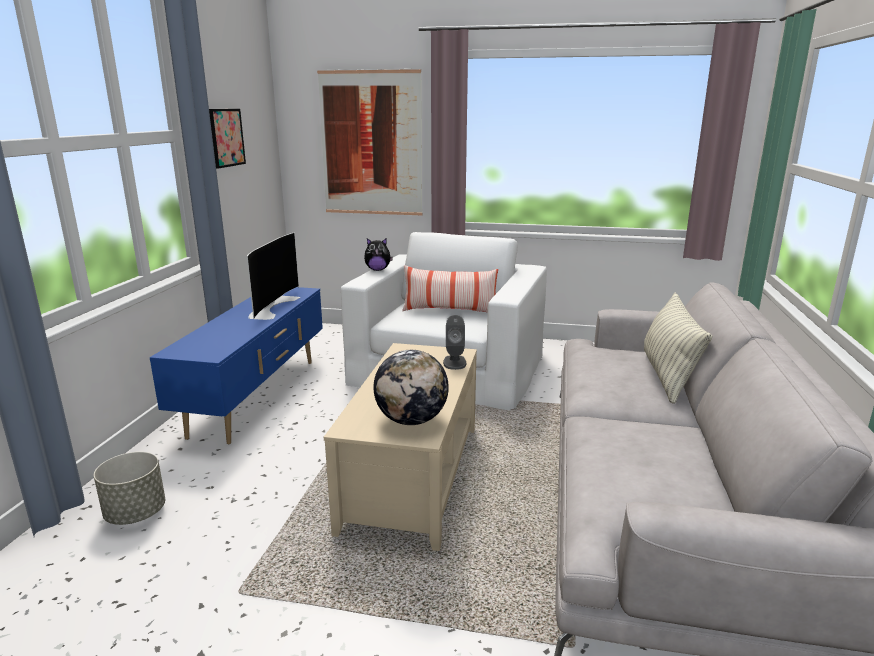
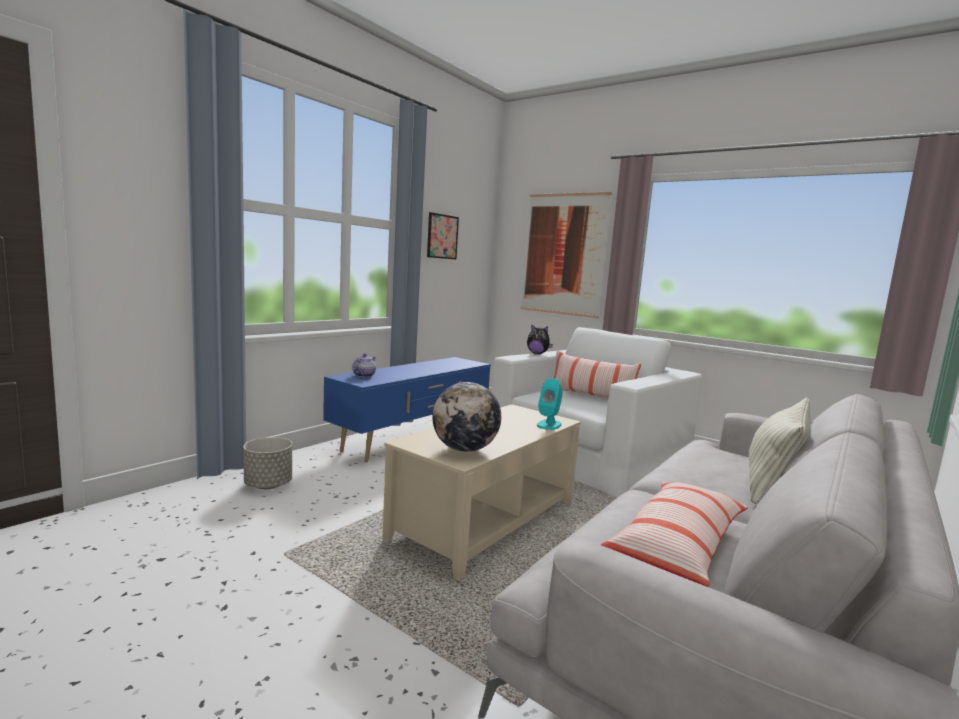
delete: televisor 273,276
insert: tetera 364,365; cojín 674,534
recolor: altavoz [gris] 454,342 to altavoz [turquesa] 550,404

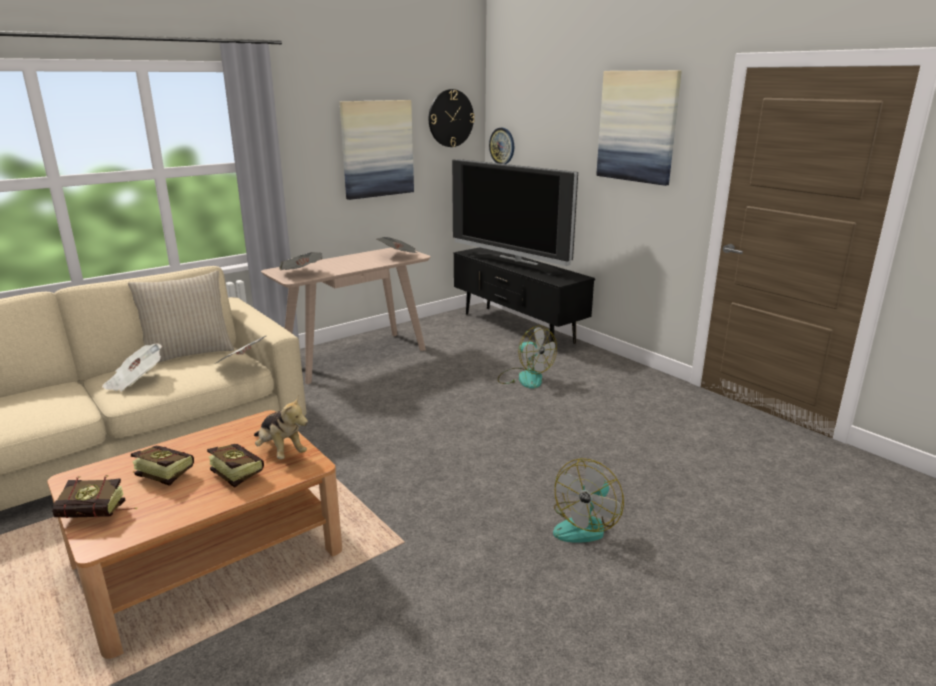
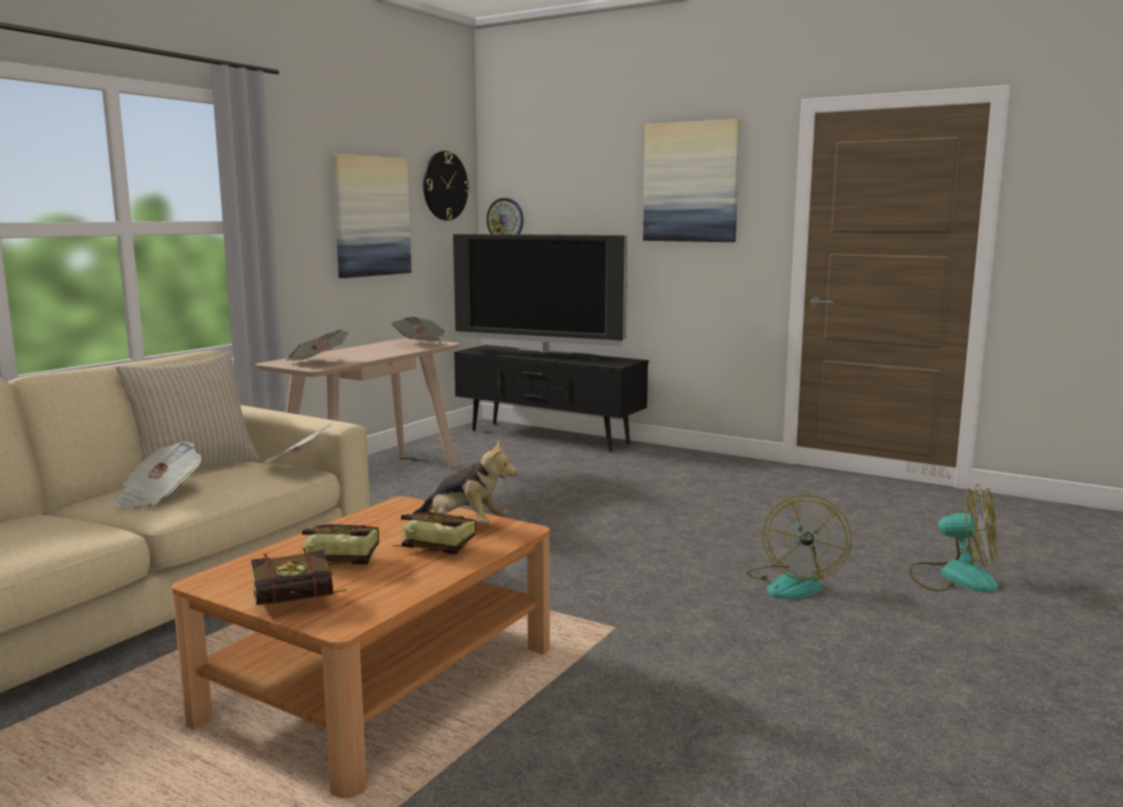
move: ventilador 527,357 to 953,538

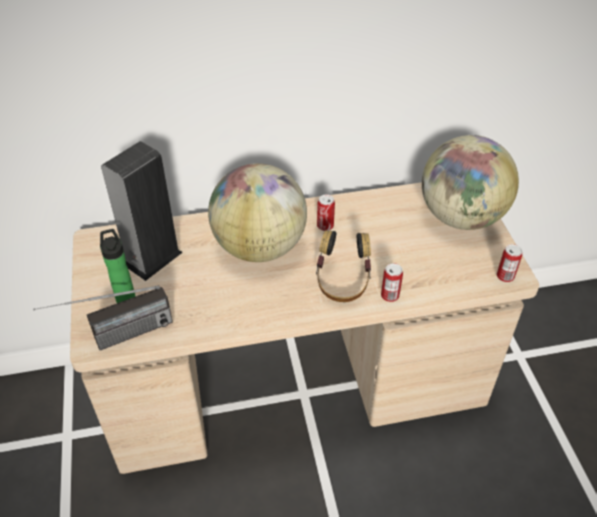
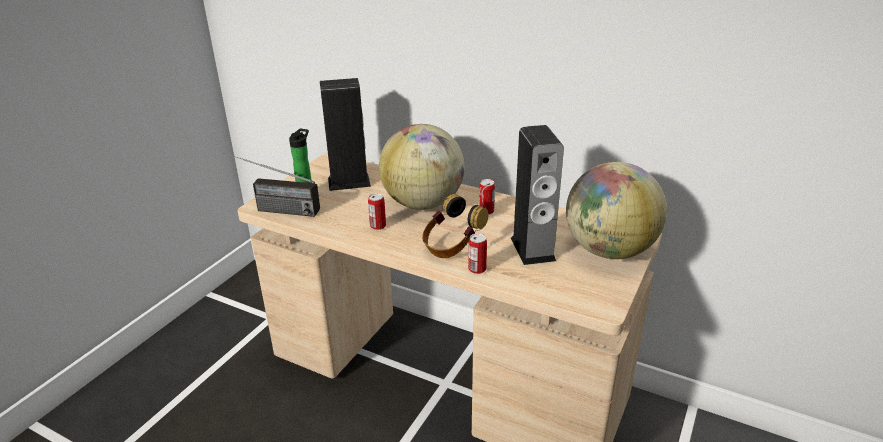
insert: altavoz 537,195
move: lata 509,263 to 377,211

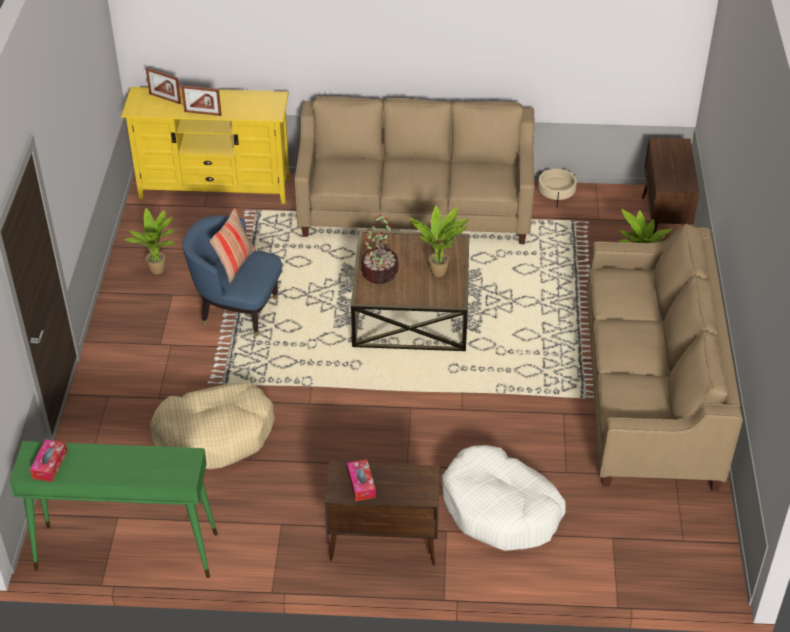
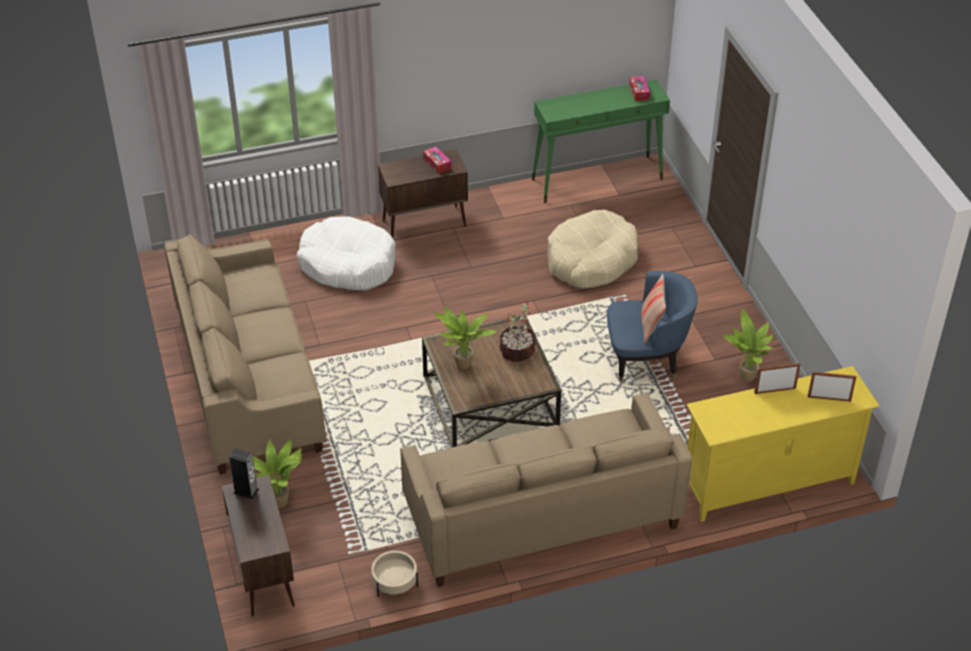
insert: altavoz 244,473

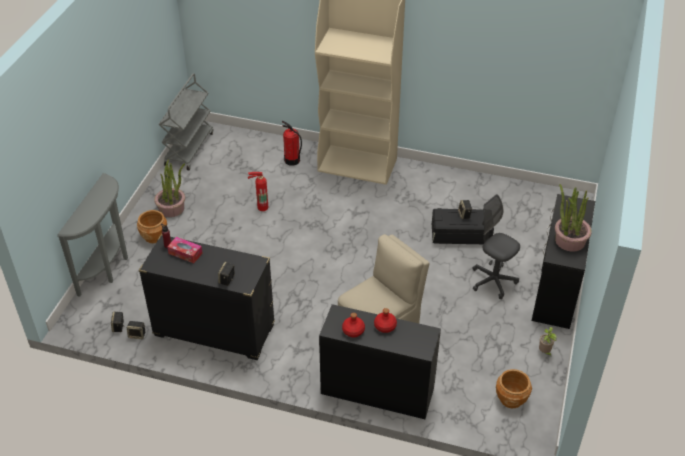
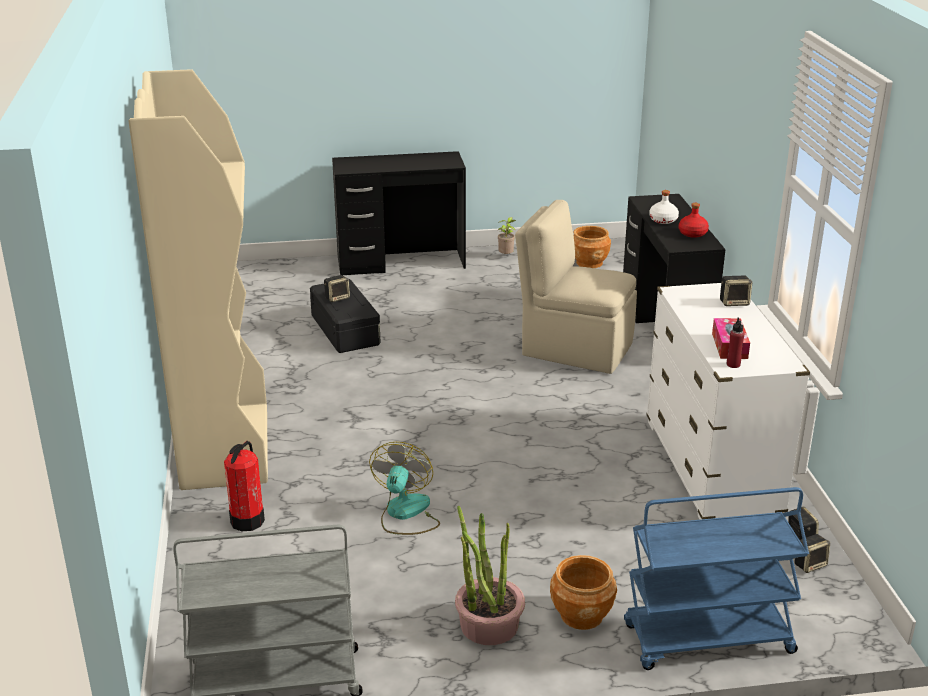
delete: planta en maceta 573,218; silla de oficina [gris] 496,246
replace: extintor 258,191 to ventilador 404,488; mesa consola [gris] 92,235 to carrito [azul] 716,578
recolor: cómoda [negro] 207,297 to cómoda [blanco] 728,401; botella [rojo] 385,320 to botella [blanco] 664,207

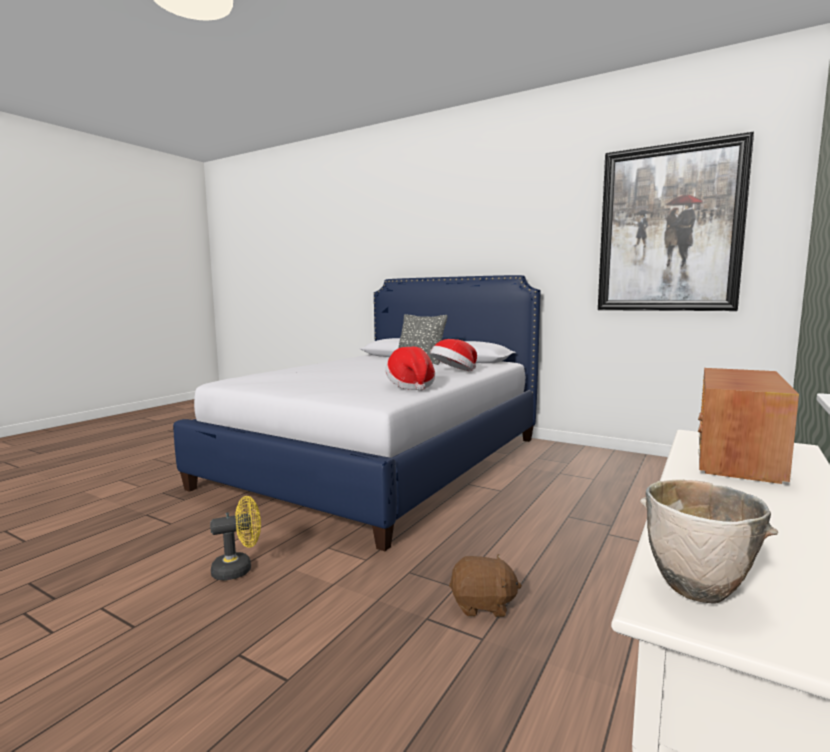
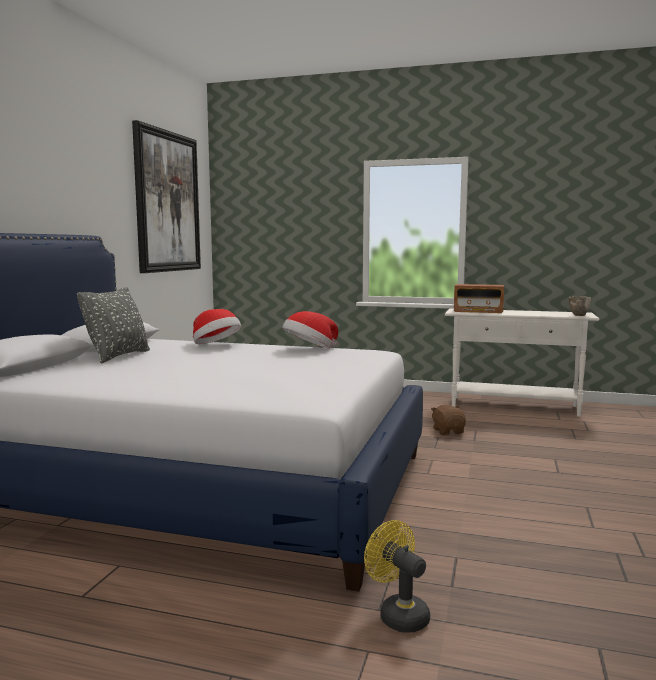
move: ventilador [amarillo] 235,538 to 397,576

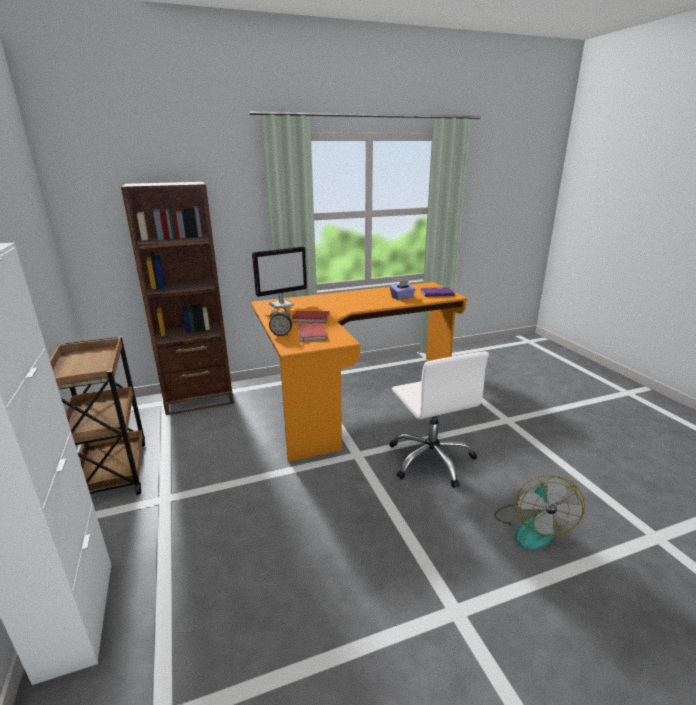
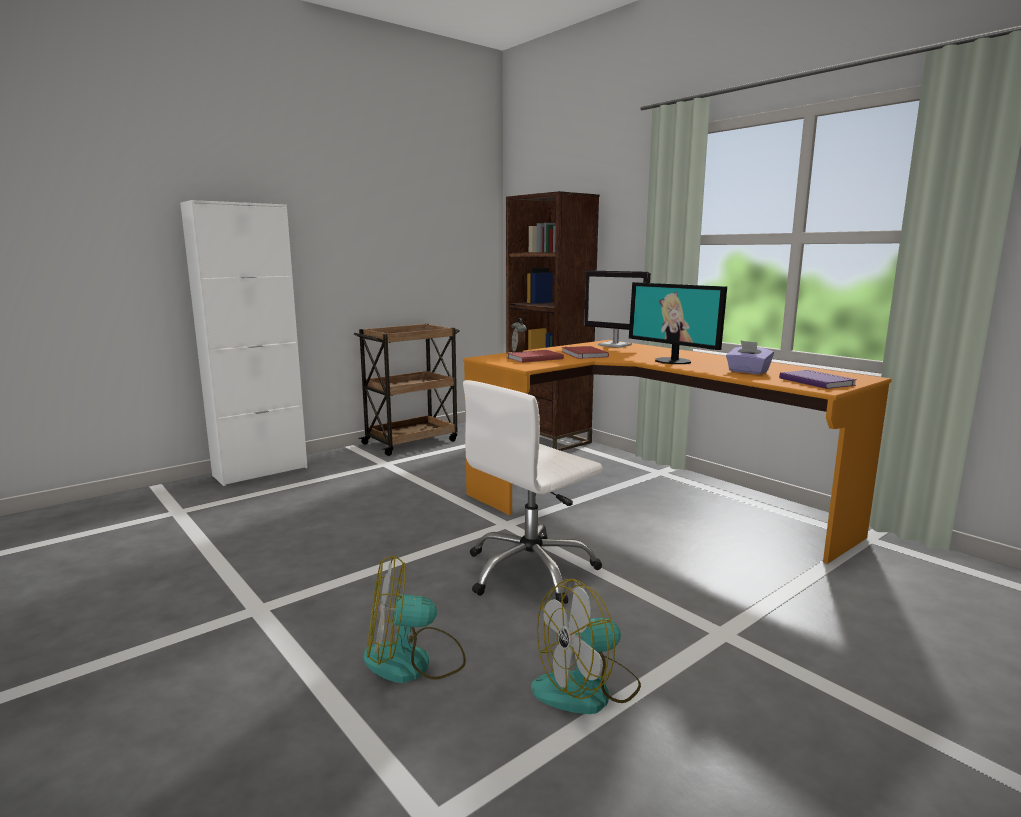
insert: monitor 678,323; ventilador 586,646

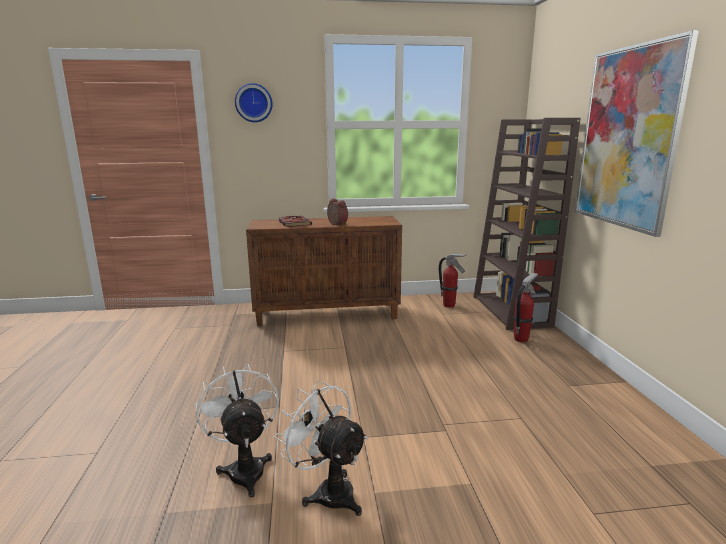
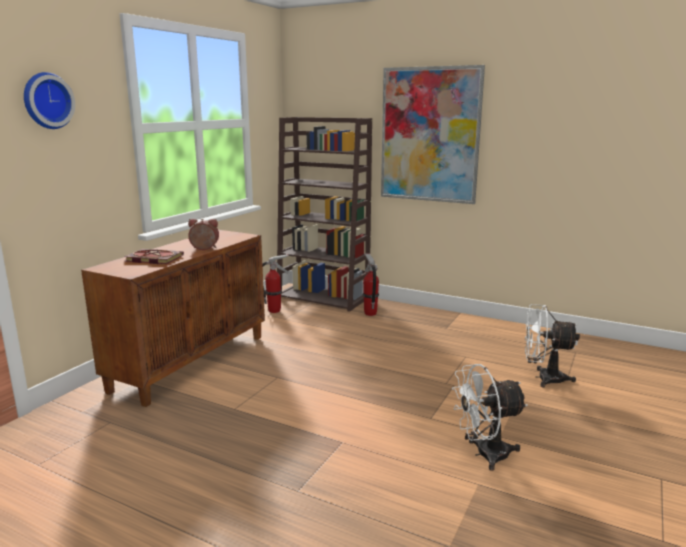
move: ventilador [blanco] 237,430 to 552,345

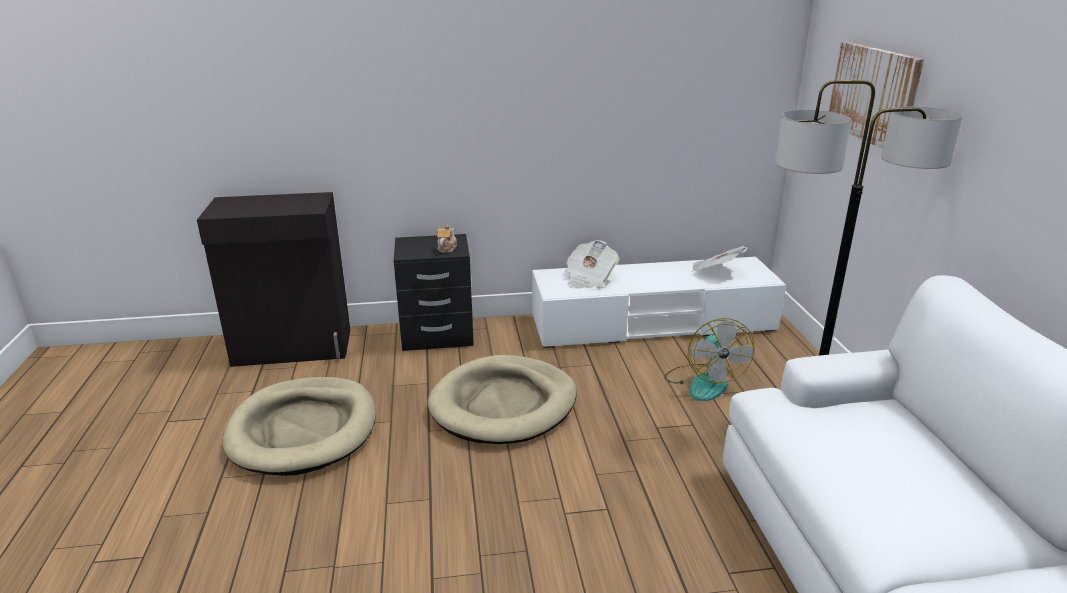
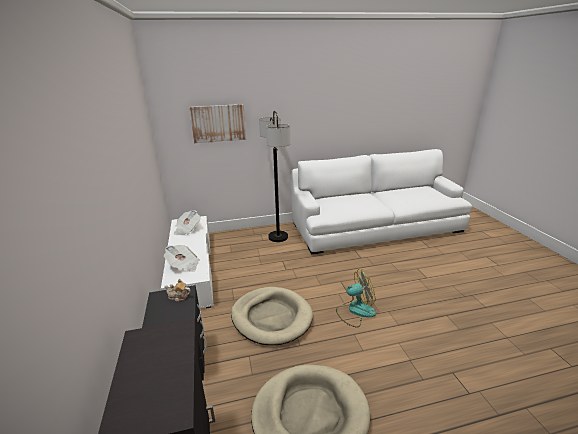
move: ventilador 709,359 to 356,298

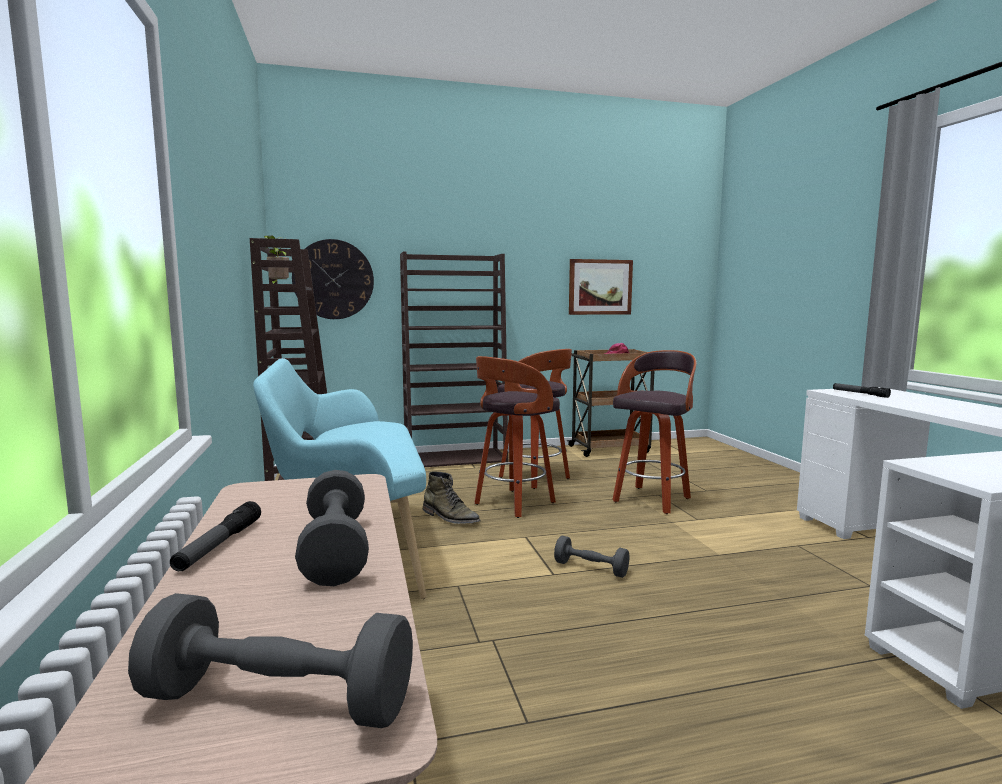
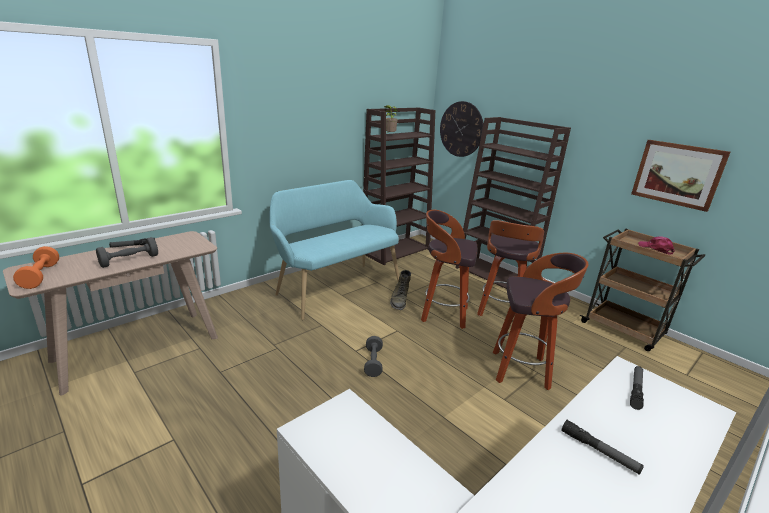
insert: linterna 602,447
recolor: mancuerna [gris] 270,660 to mancuerna [naranja] 36,267

